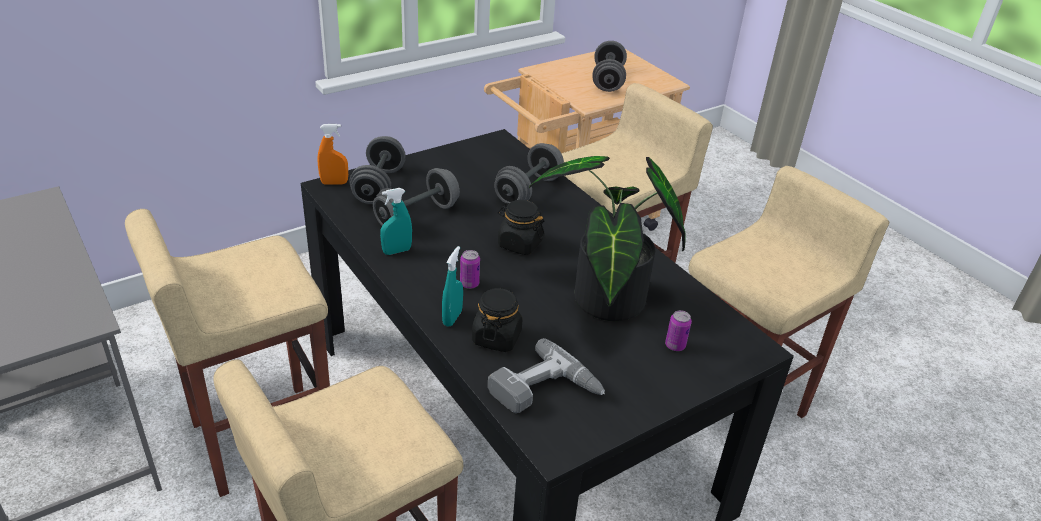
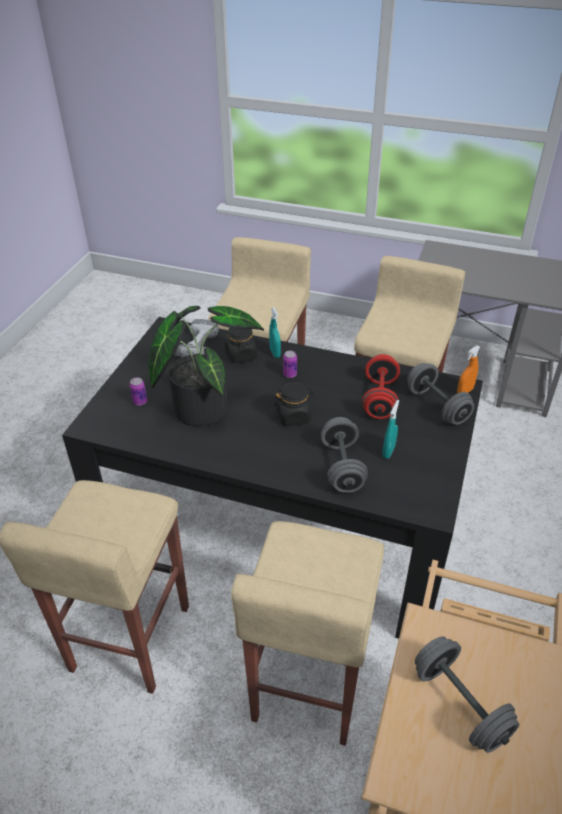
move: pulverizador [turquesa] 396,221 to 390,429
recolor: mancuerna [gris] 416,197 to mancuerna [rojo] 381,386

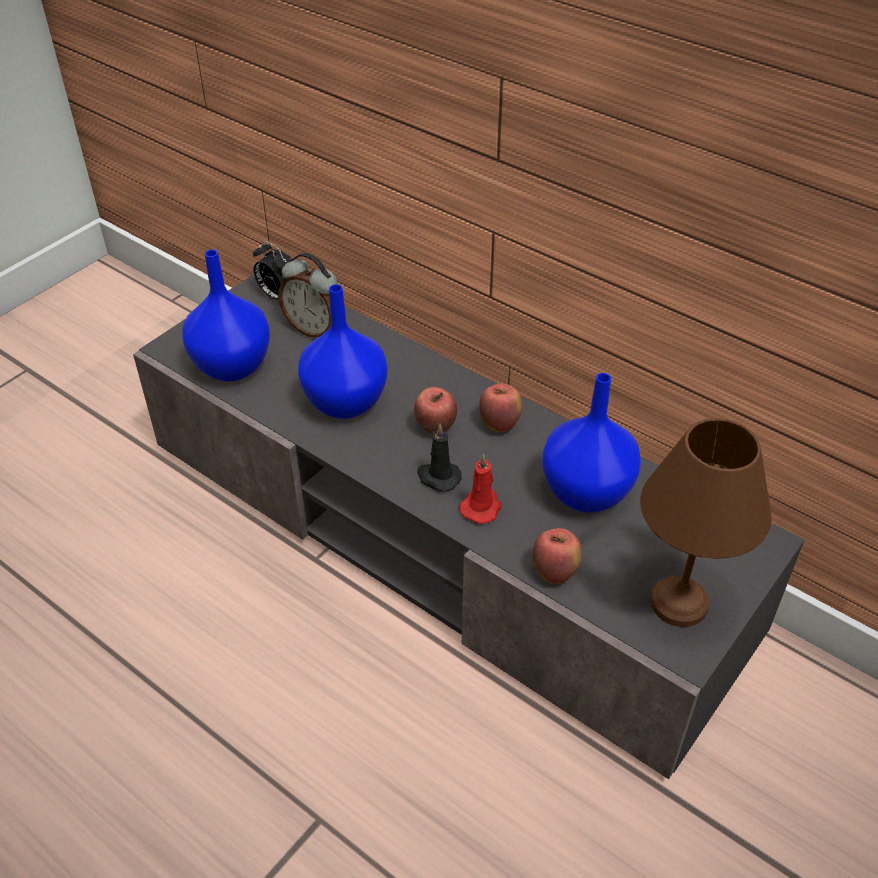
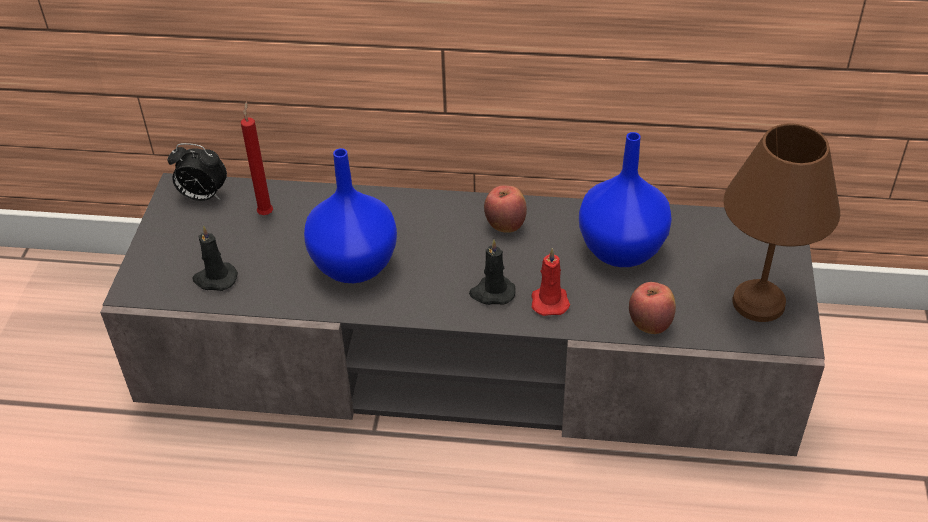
delete: manzana 435,410
replace: florero [azul] 226,316 to vela [negro] 215,258; despertador 308,295 to vela [rojo] 257,158

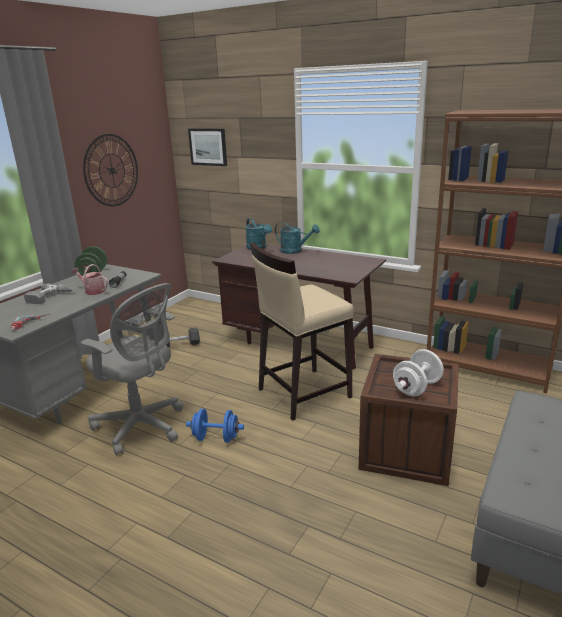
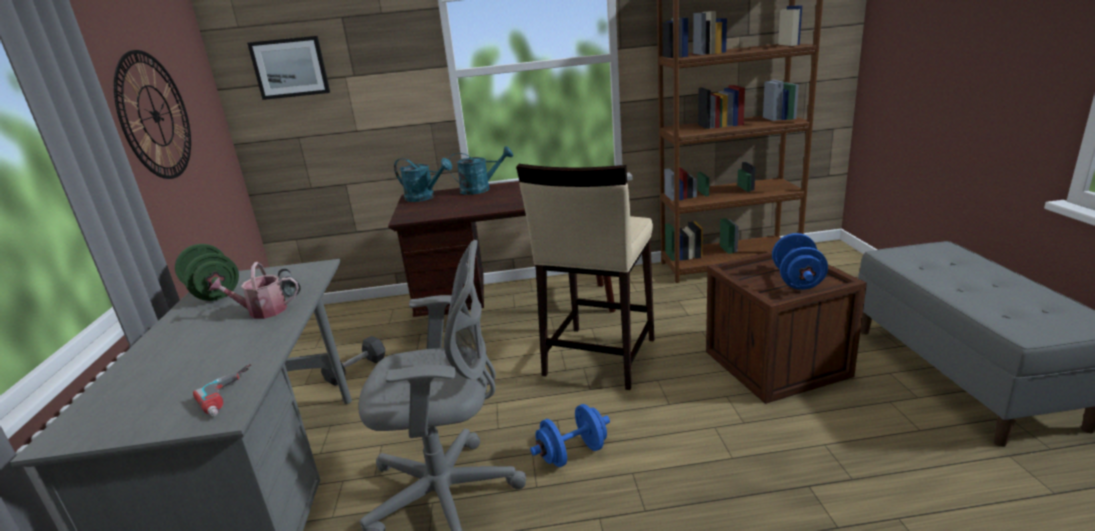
delete: taladro 49,294
recolor: mancuerna [blanco] 418,372 to mancuerna [azul] 800,261

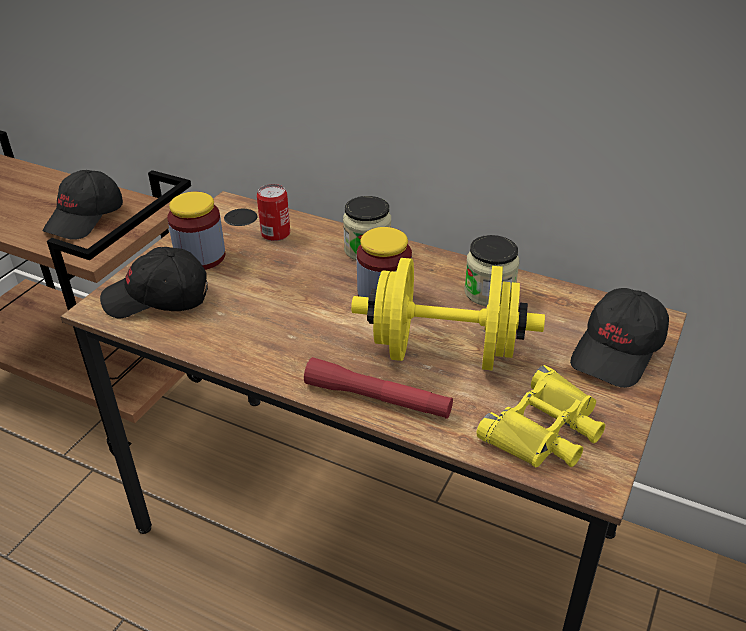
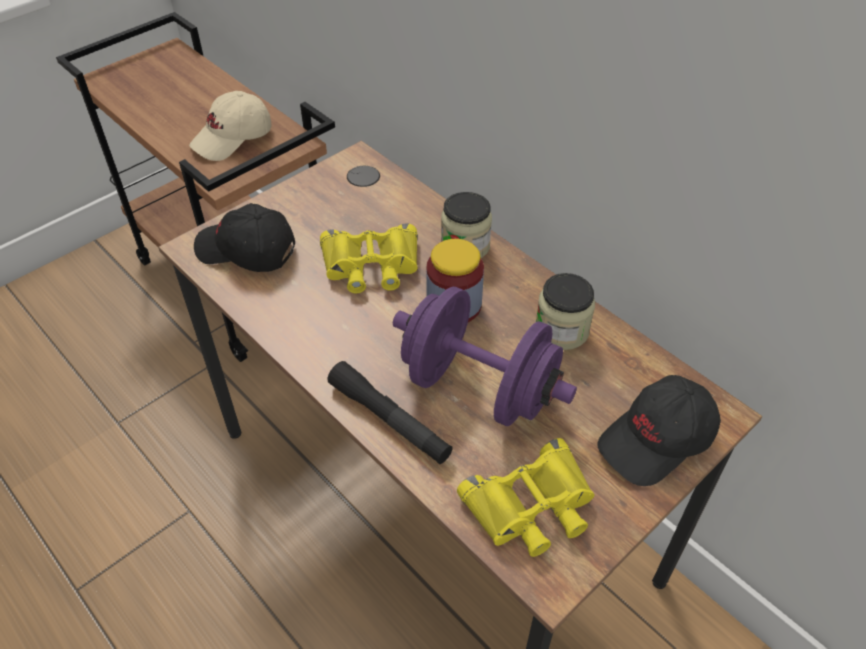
delete: lata 273,212; tarro 196,231
insert: prismáticos [amarillo] 369,258
recolor: gorra [negro] 82,205 to gorra [beis] 230,126; mancuerna [amarillo] 448,314 to mancuerna [morado] 485,356; linterna [rojo] 378,388 to linterna [negro] 390,412

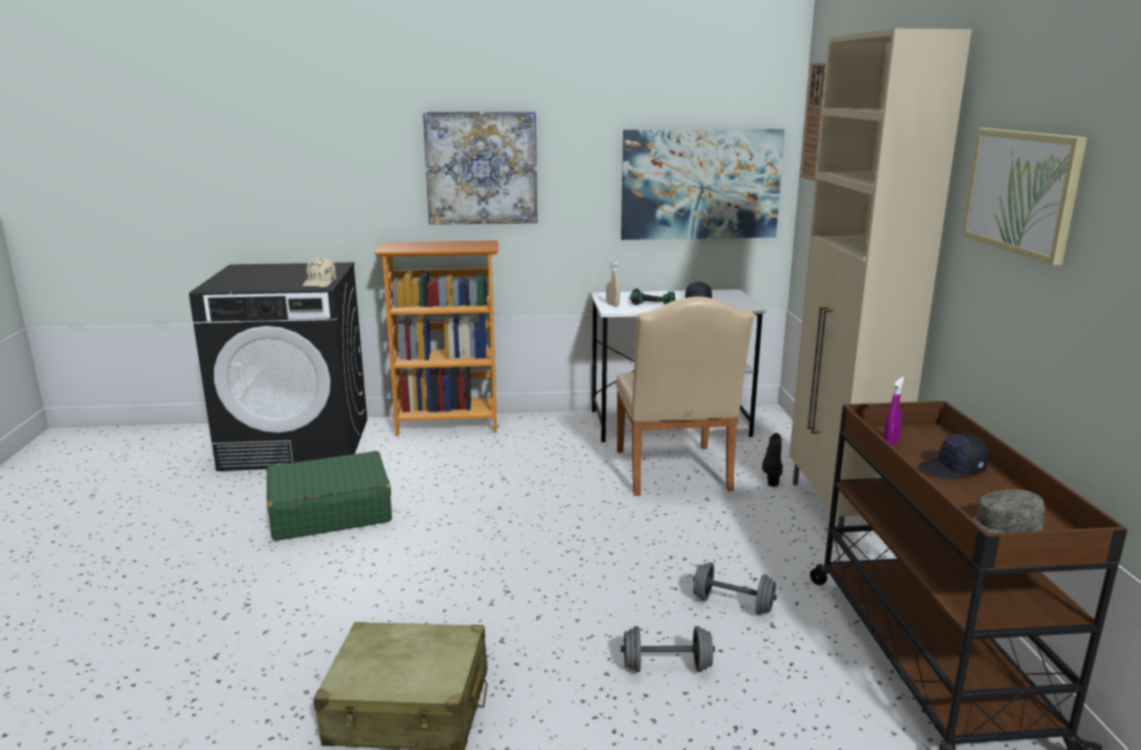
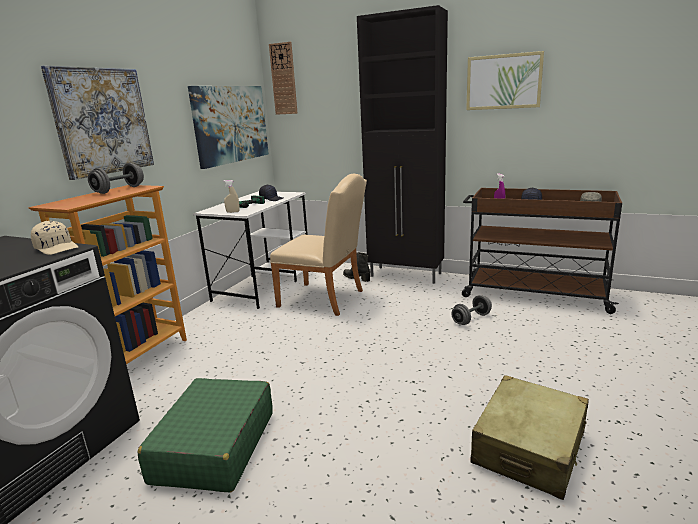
move: mancuerna [gris] 668,649 to 116,178
recolor: armario [beis] 880,283 to armario [negro] 402,144

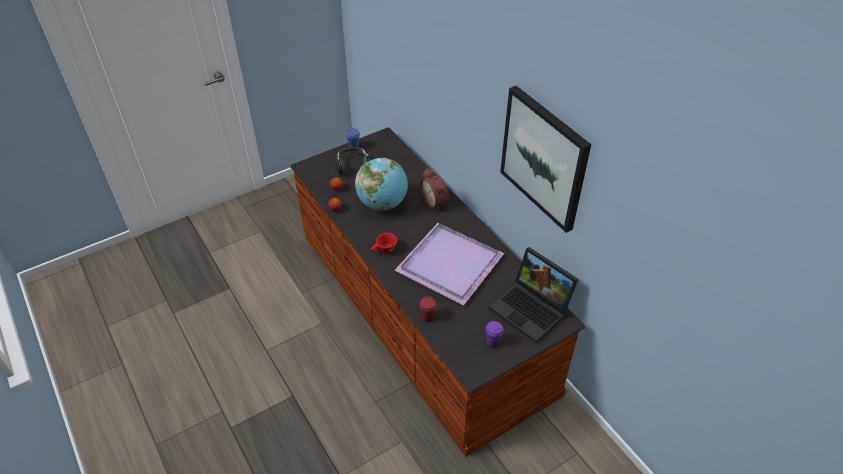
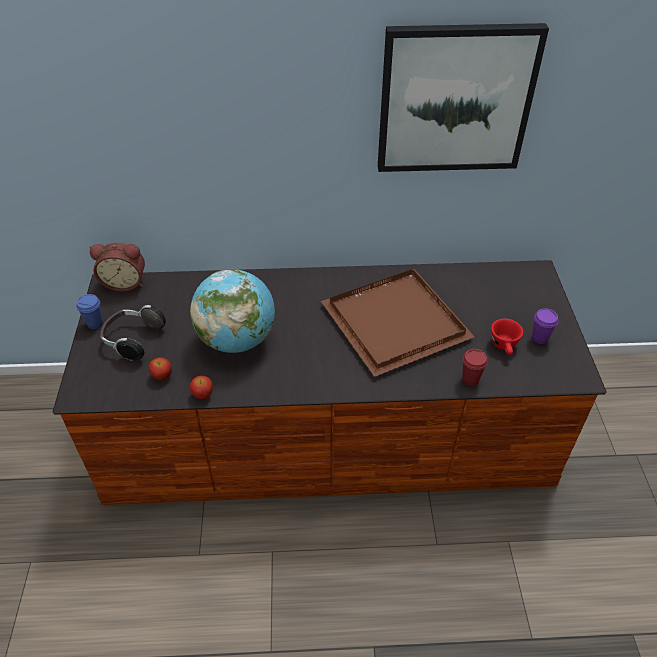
delete: portátil 534,295
move: despertador 434,189 to 117,267; taza [rojo] 384,243 to 507,337
recolor: bandeja [morado] 449,264 to bandeja [marrón] 398,323

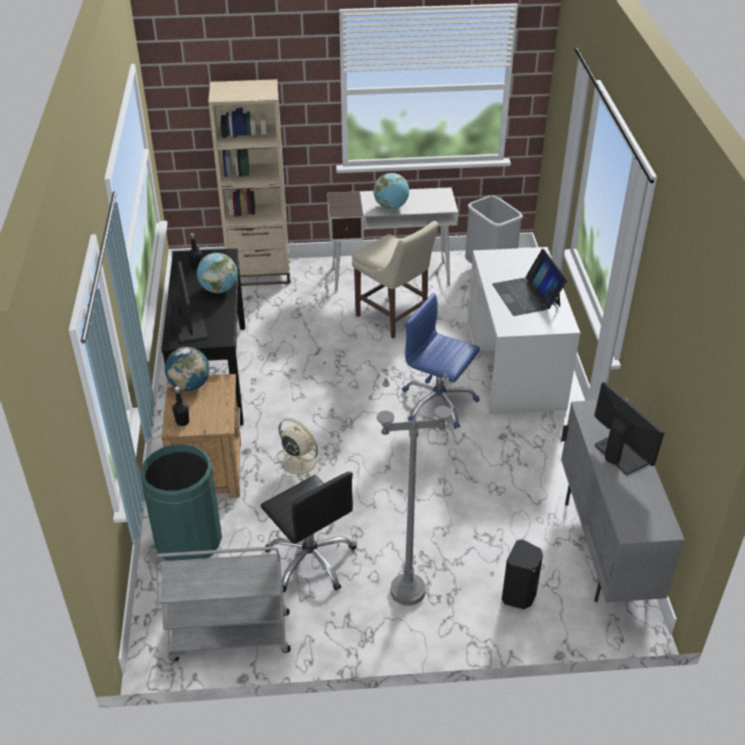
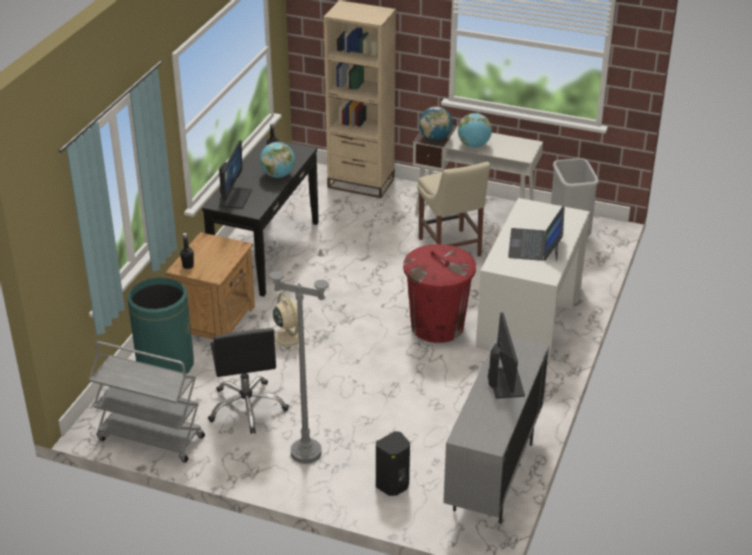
move: globo terráqueo 187,369 to 436,123
replace: silla de oficina [azul] 441,361 to papelera [rojo] 439,293

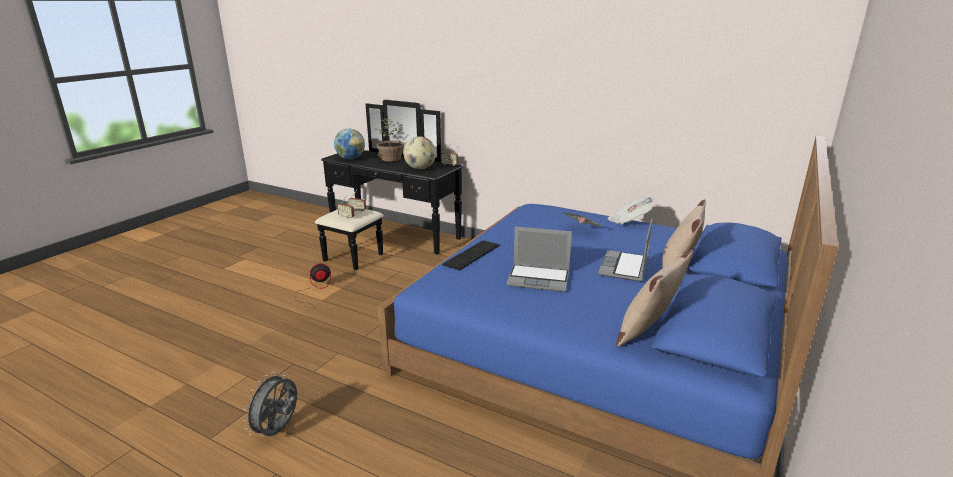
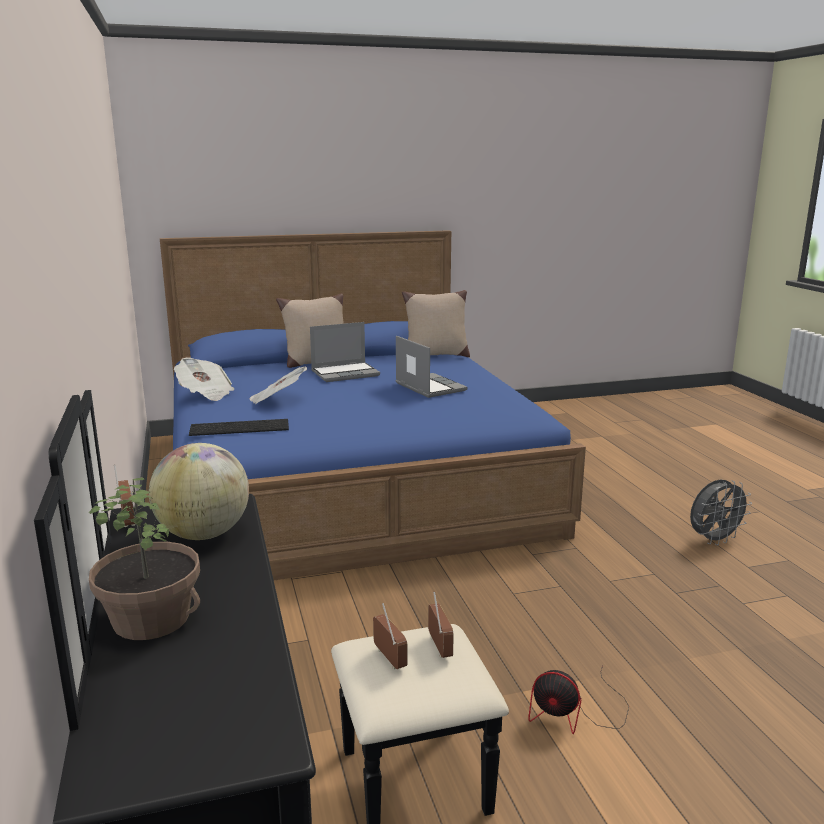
delete: globo terráqueo 349,144
move: teclado 470,255 to 239,427

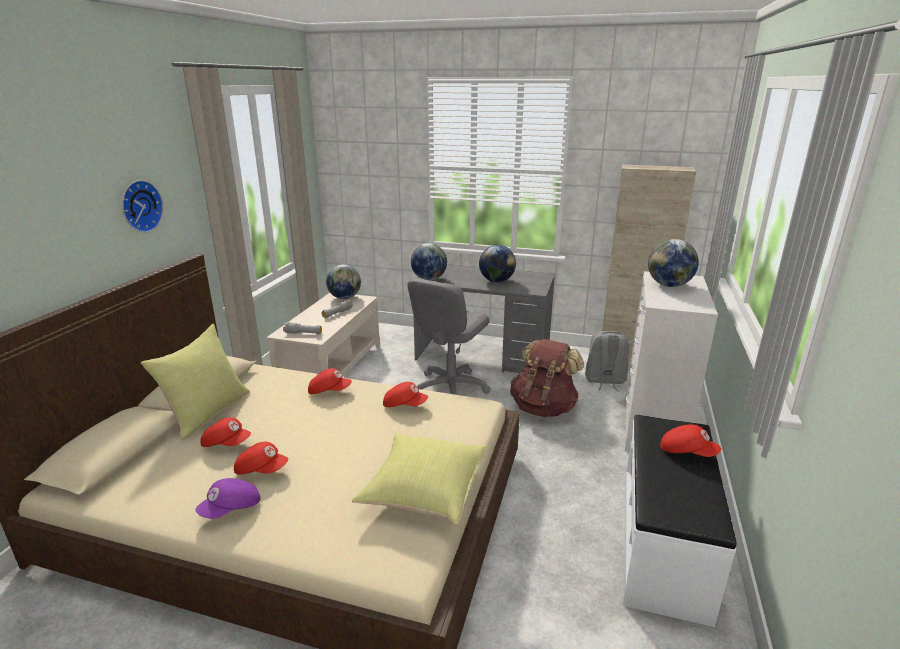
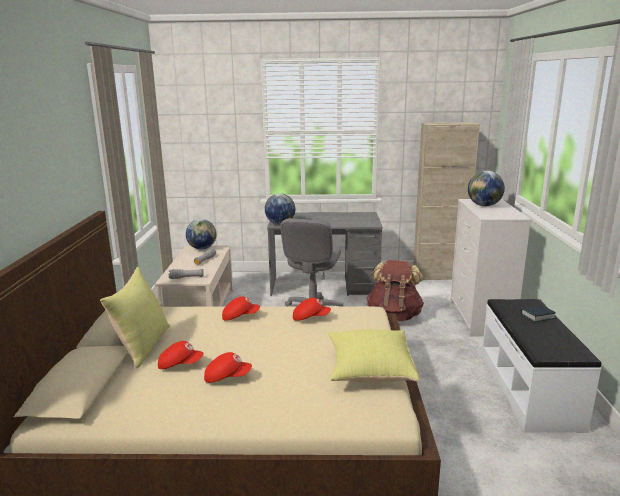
delete: reloj de pared 142,206; globo terráqueo 497,263; mochila [gris] 607,361; gorra [morado] 228,498
replace: gorra [rojo] 690,441 to libro 538,313

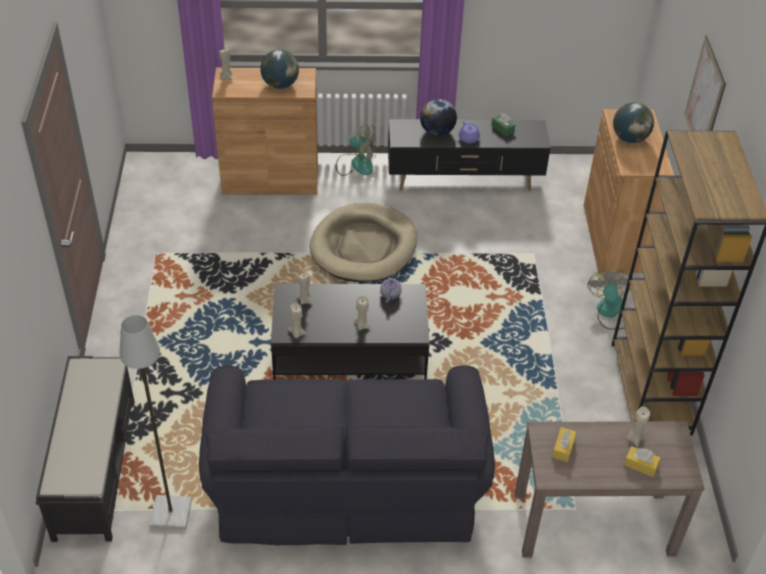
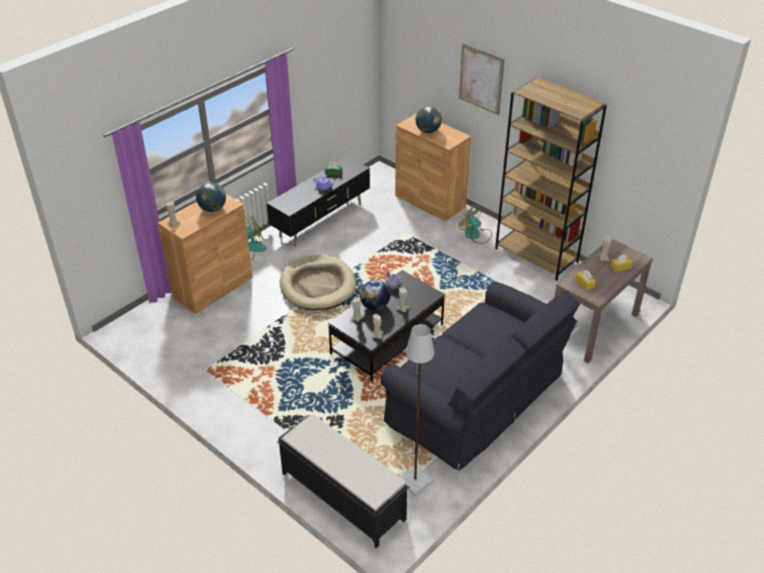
move: globo terráqueo 438,117 to 375,295

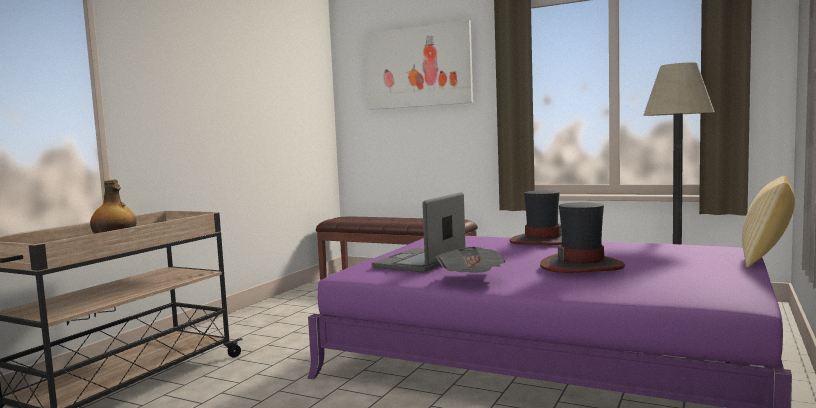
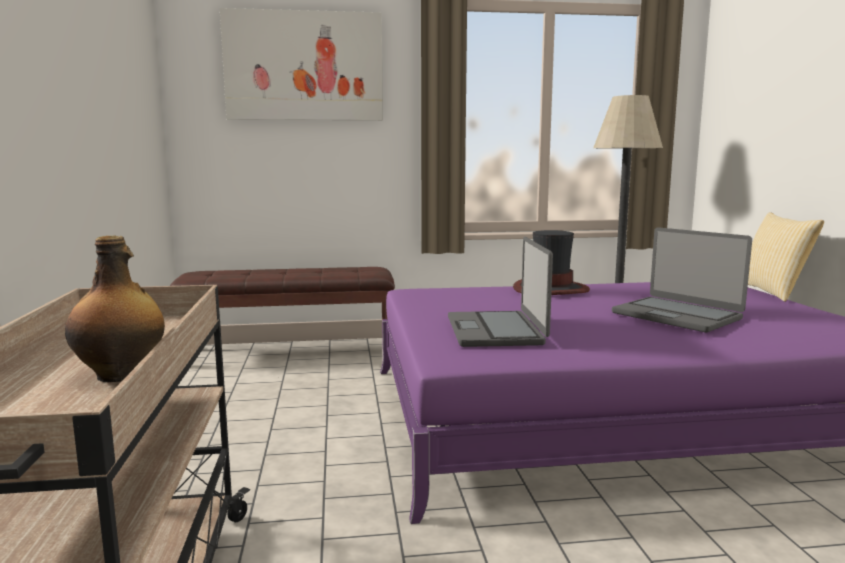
delete: periódico 470,260
replace: sombrero 582,237 to portátil 682,279

